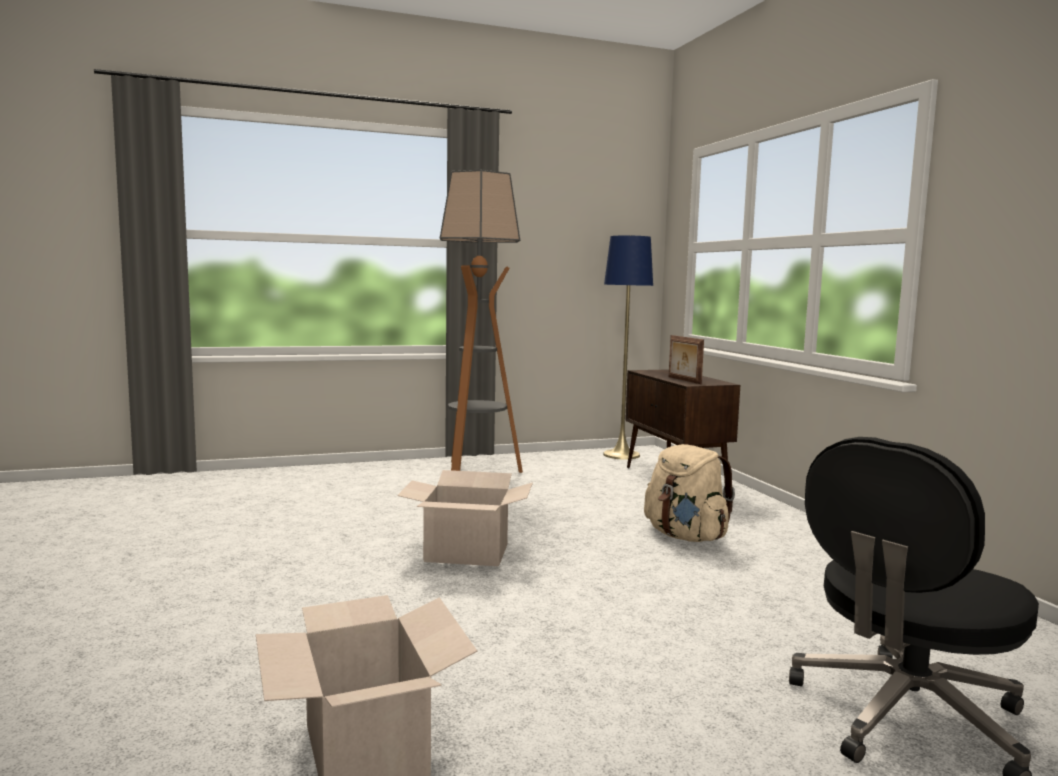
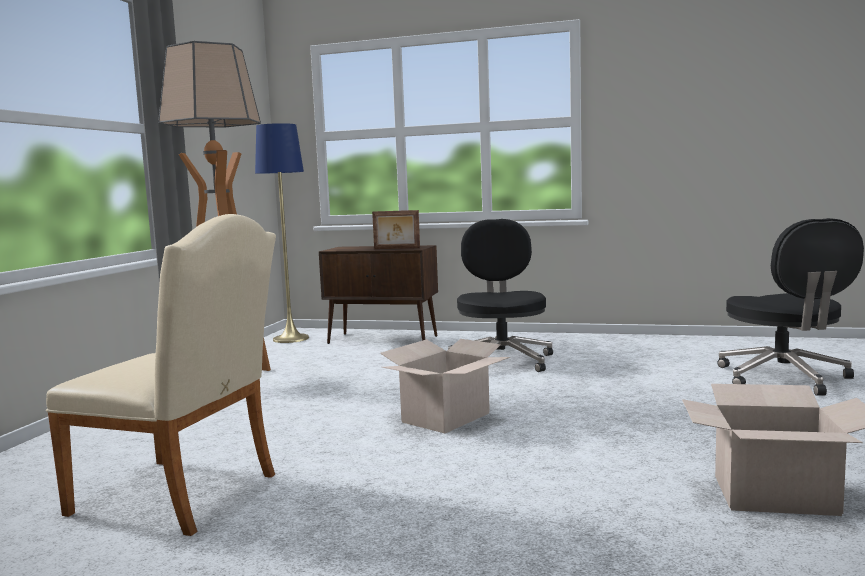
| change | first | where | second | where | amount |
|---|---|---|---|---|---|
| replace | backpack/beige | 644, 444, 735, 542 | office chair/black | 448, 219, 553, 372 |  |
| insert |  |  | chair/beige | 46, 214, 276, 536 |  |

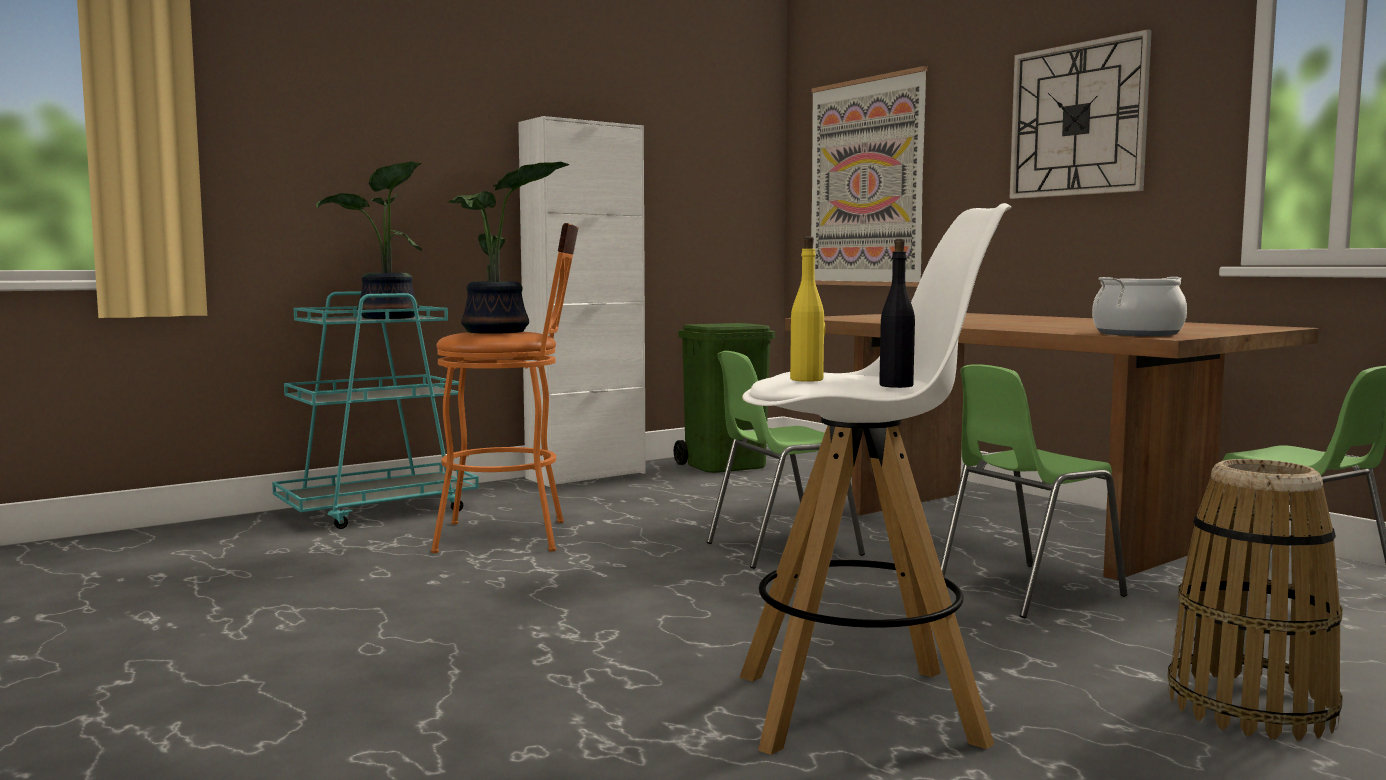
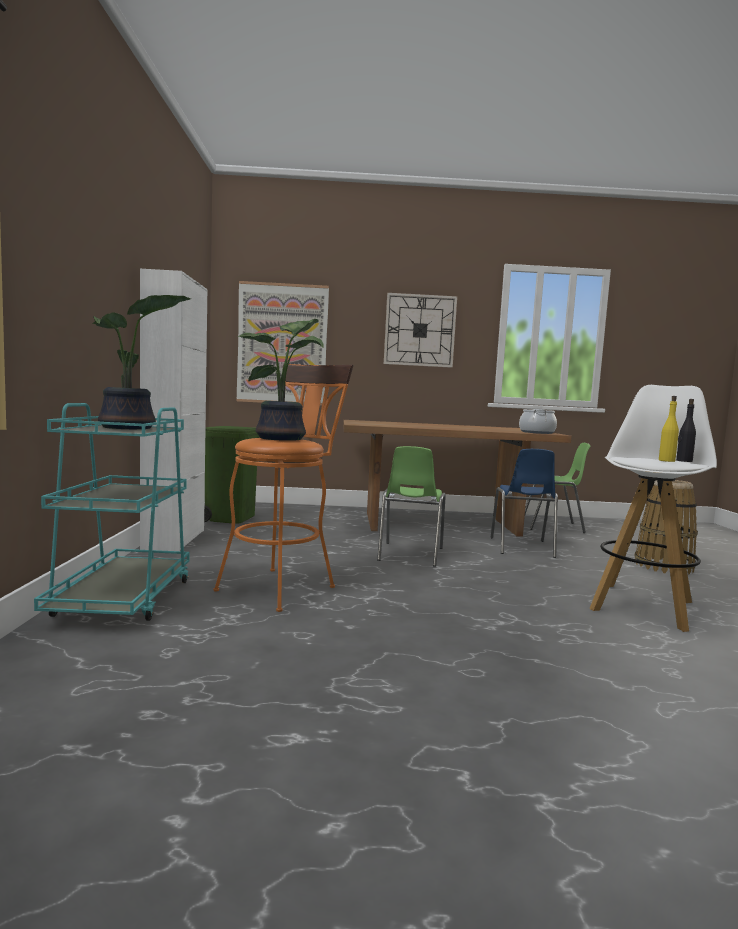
| change | first | where | second | where | amount |
|---|---|---|---|---|---|
| recolor | chair/green | 940, 364, 1127, 618 | chair/blue | 490, 449, 558, 558 |  |

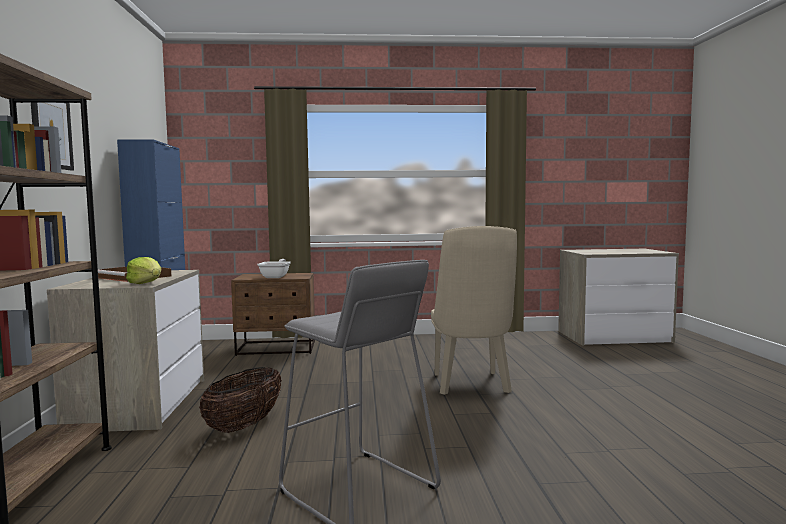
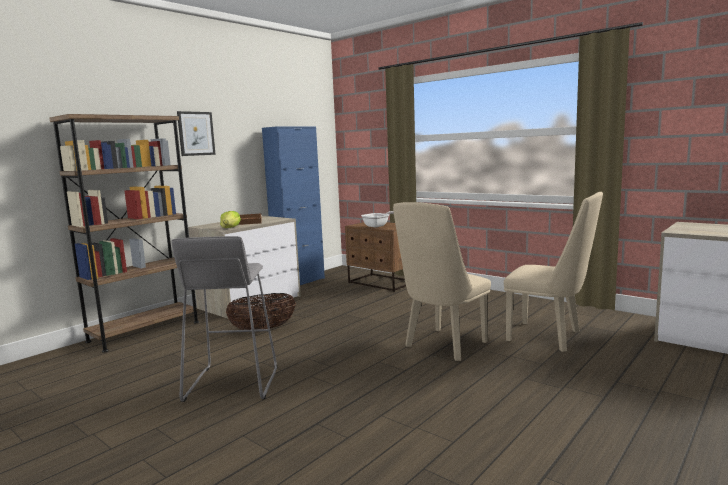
| change | first | where | second | where | amount |
|---|---|---|---|---|---|
| insert |  |  | chair/beige | 504, 192, 603, 352 |  |

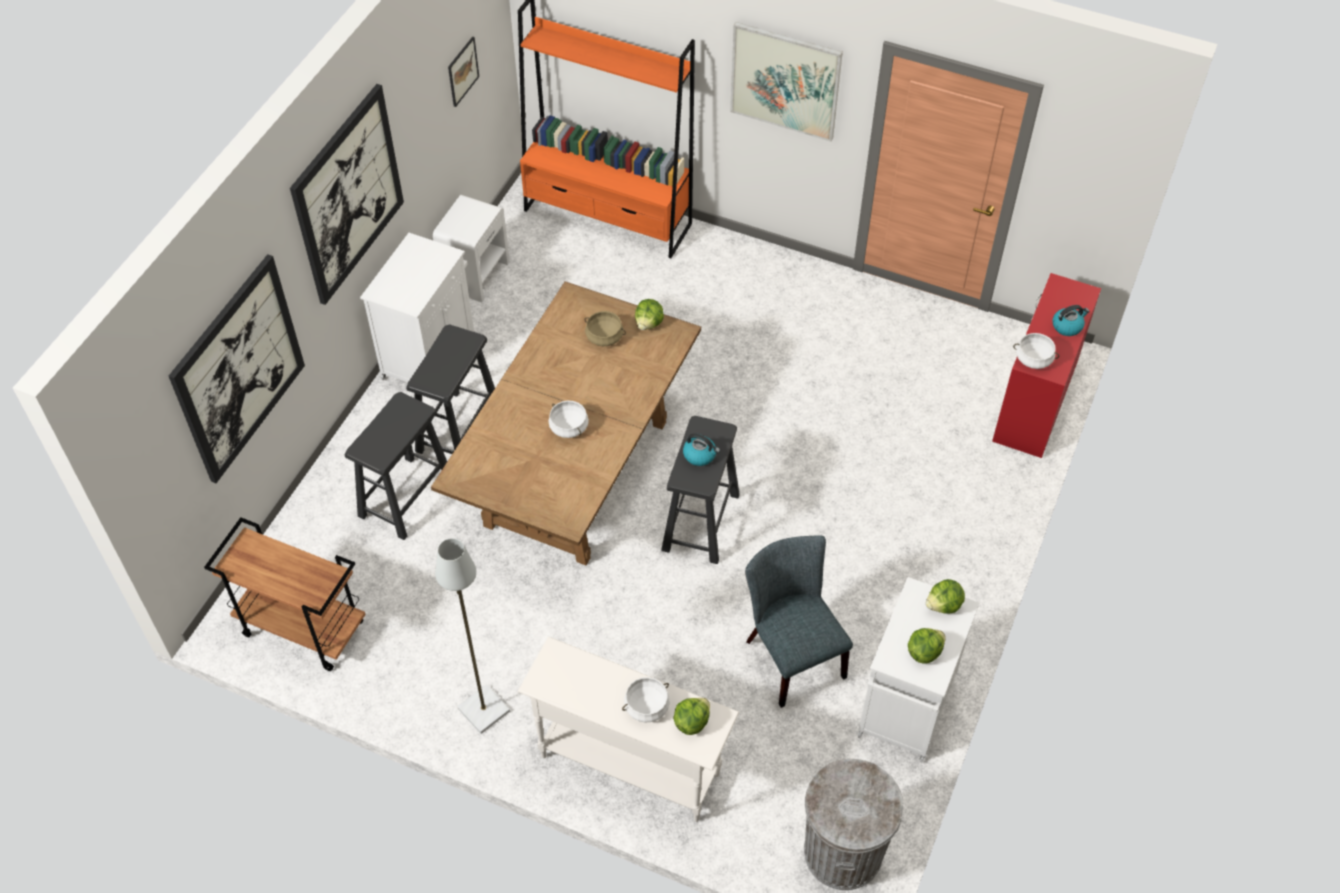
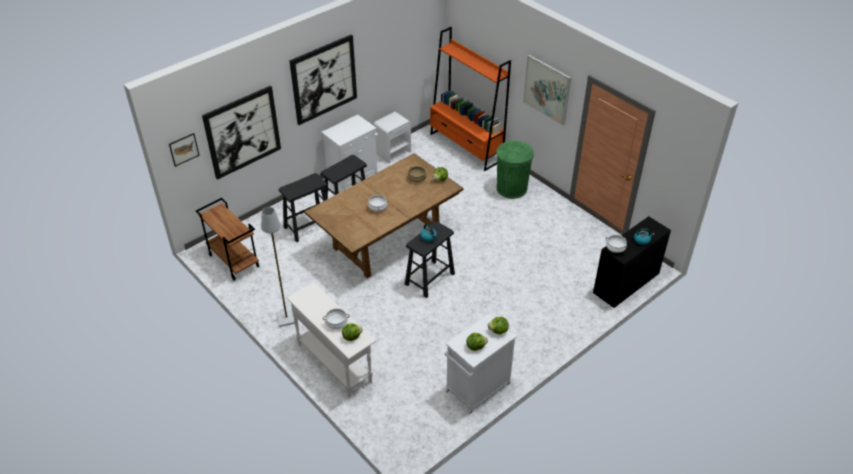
| change | first | where | second | where | amount |
|---|---|---|---|---|---|
| move | picture | 448, 37, 479, 107 |  | 169, 133, 200, 167 |  |
| recolor | desk/red | 992, 273, 1101, 458 | desk/black | 593, 216, 671, 308 |  |
| delete | chair/grey | 745, 535, 853, 708 |  |  |  |
| delete | trash can/grey | 804, 759, 903, 890 |  |  |  |
| insert |  |  | trash can/green | 496, 141, 534, 199 |  |

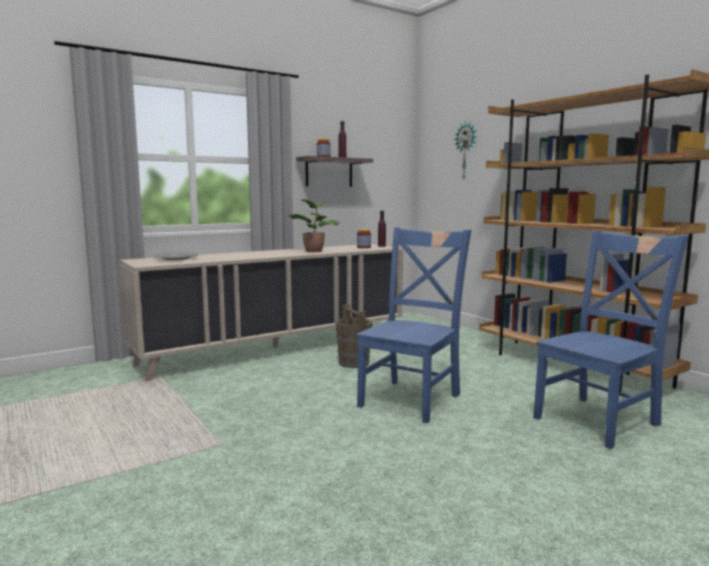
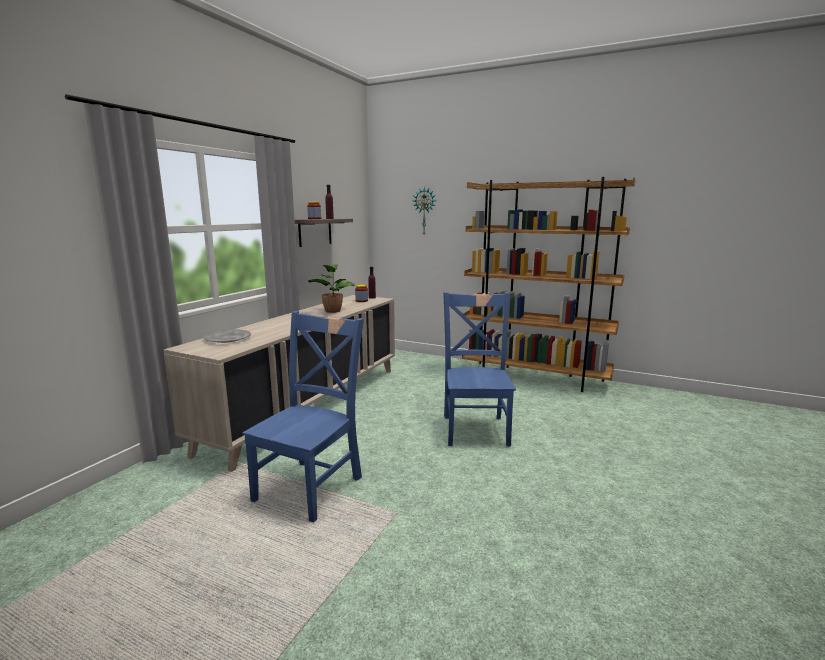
| change | first | where | second | where | amount |
|---|---|---|---|---|---|
| move | chair/blue | 533, 230, 689, 449 |  | 242, 311, 364, 523 |  |
| delete | bucket/brown | 336, 304, 372, 368 |  |  |  |

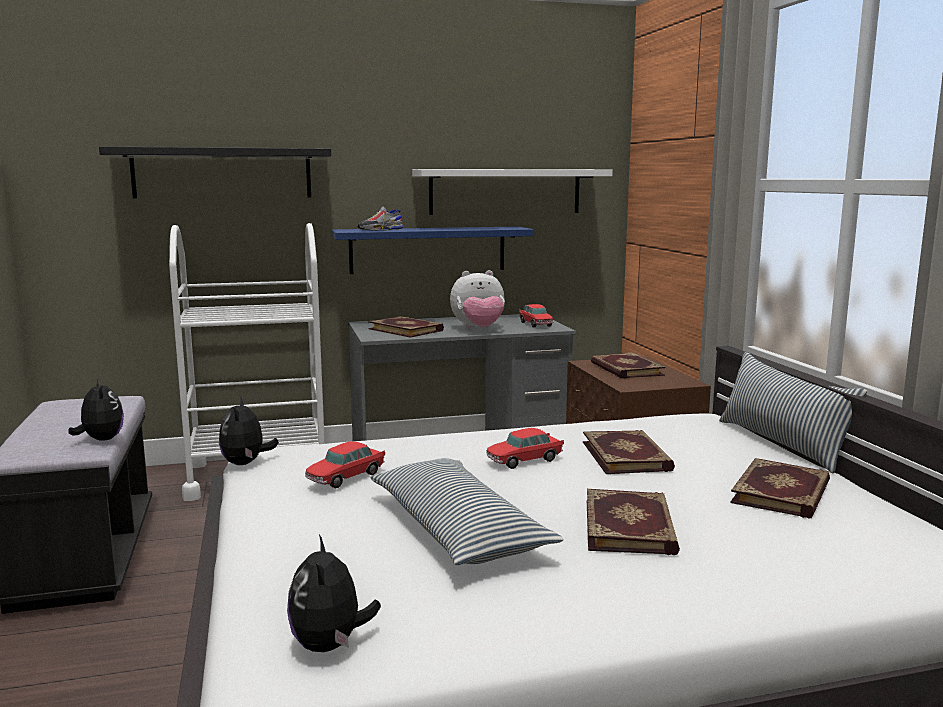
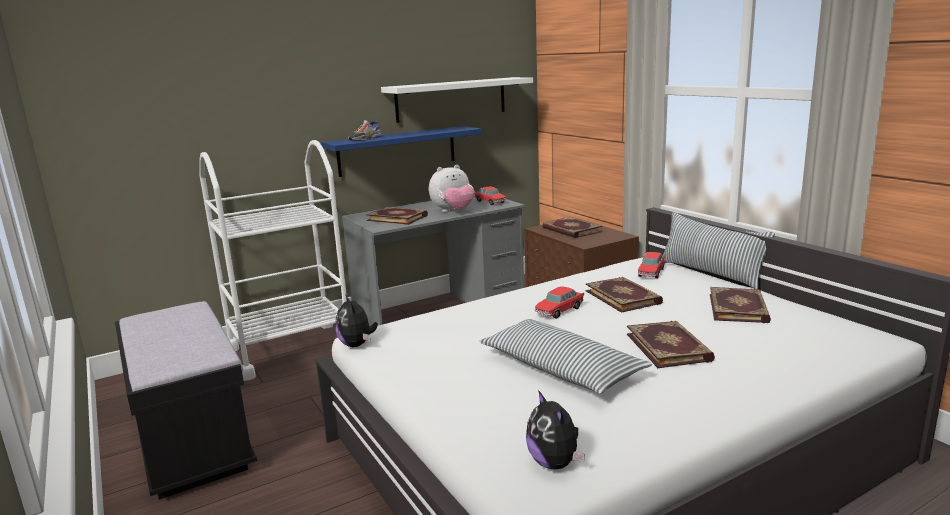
| change | first | where | second | where | amount |
|---|---|---|---|---|---|
| delete | shelf/black | 99, 146, 331, 199 |  |  |  |
| delete | plush toy | 68, 378, 124, 441 |  |  |  |
| move | toy car | 305, 441, 385, 488 |  | 638, 252, 665, 278 |  |

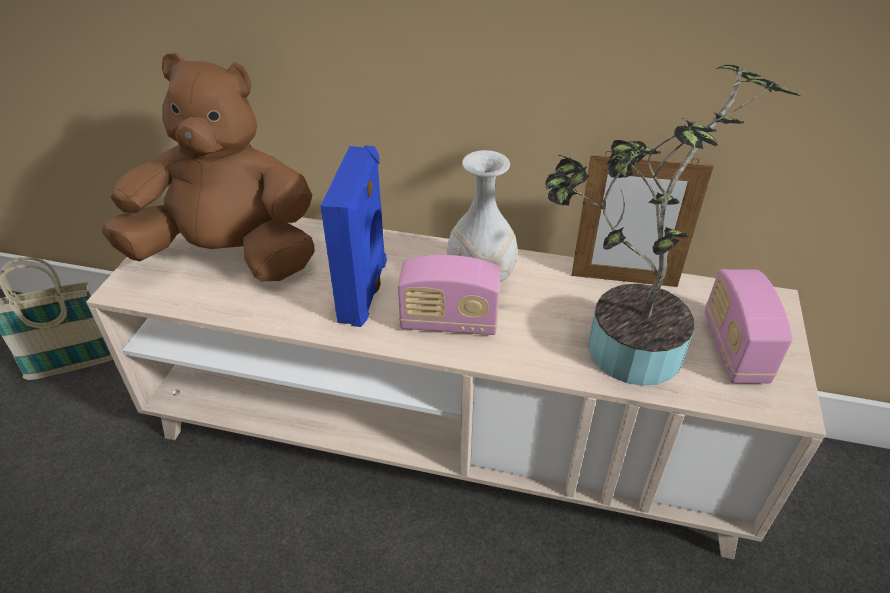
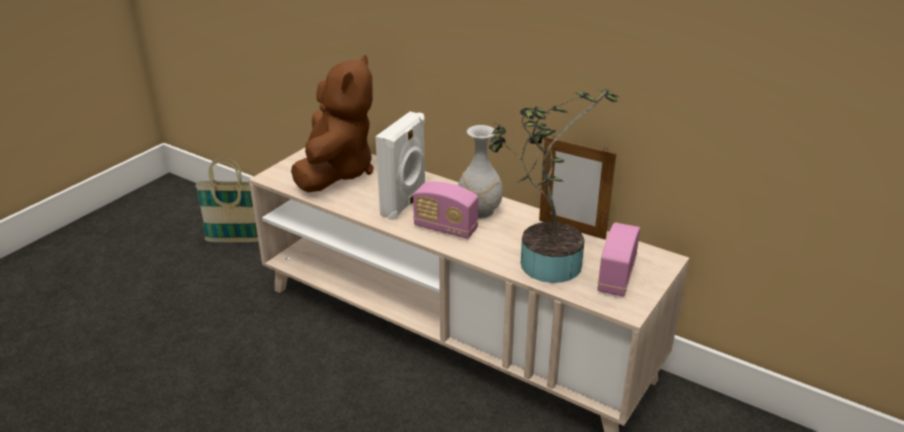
| change | first | where | second | where | amount |
|---|---|---|---|---|---|
| rotate | plush toy/brown | 102, 52, 315, 281 |  | 291, 55, 374, 192 | 75 degrees clockwise |
| recolor | speaker/blue | 321, 145, 387, 327 | speaker/white | 375, 112, 425, 220 |  |

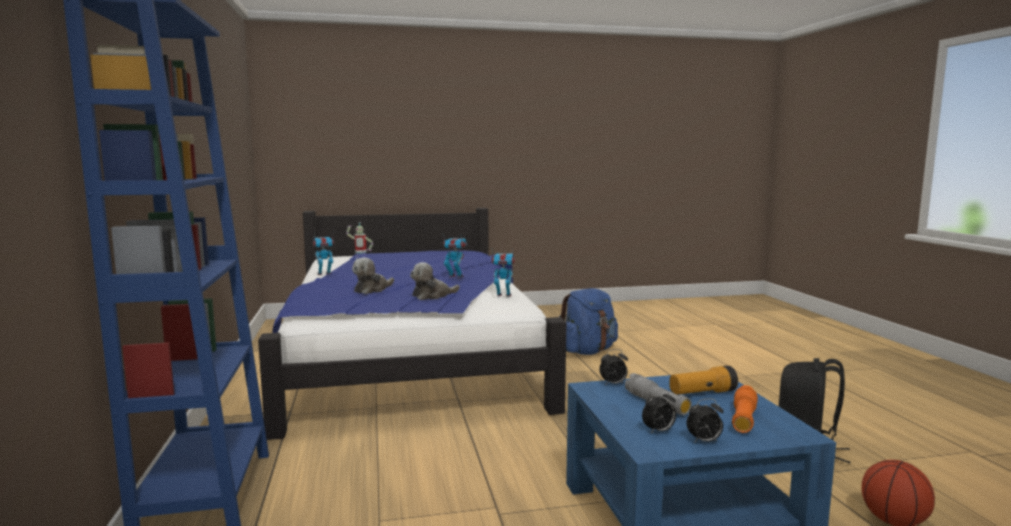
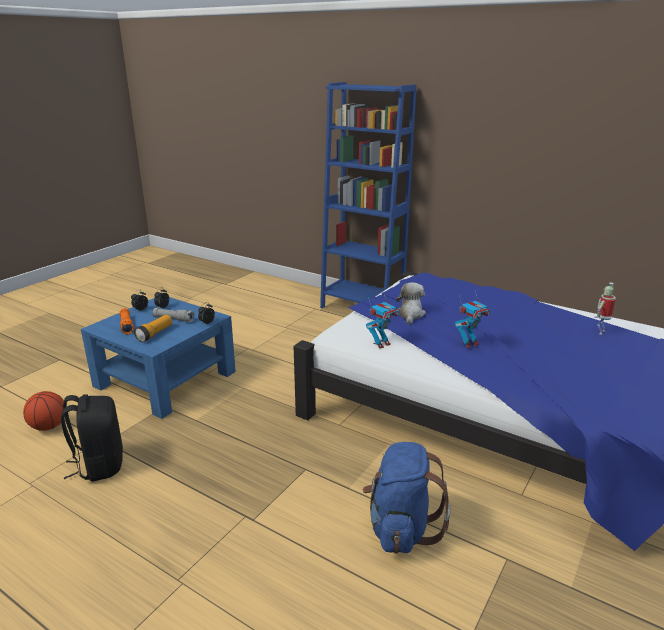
| change | first | where | second | where | amount |
|---|---|---|---|---|---|
| delete | toy robot | 313, 232, 334, 275 |  |  |  |
| delete | plush toy | 352, 258, 394, 294 |  |  |  |

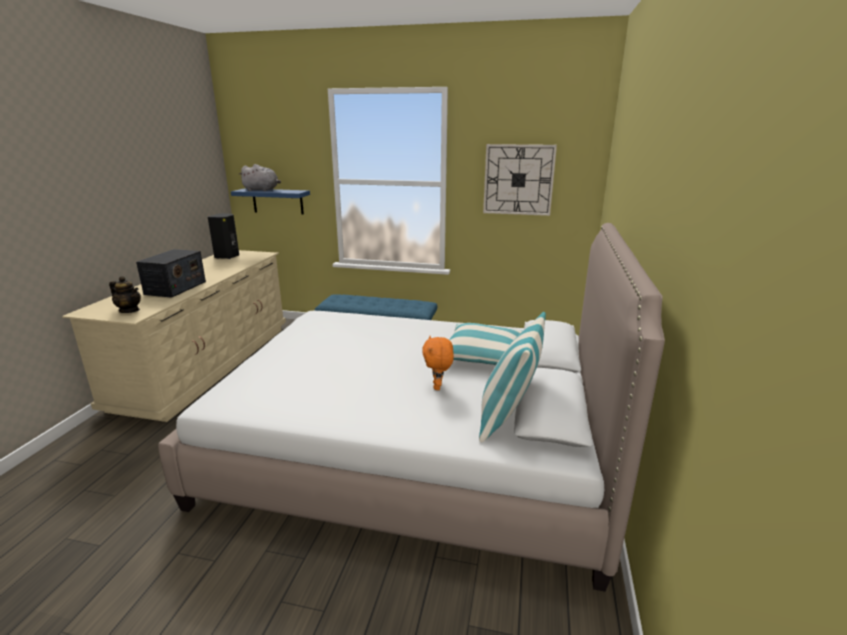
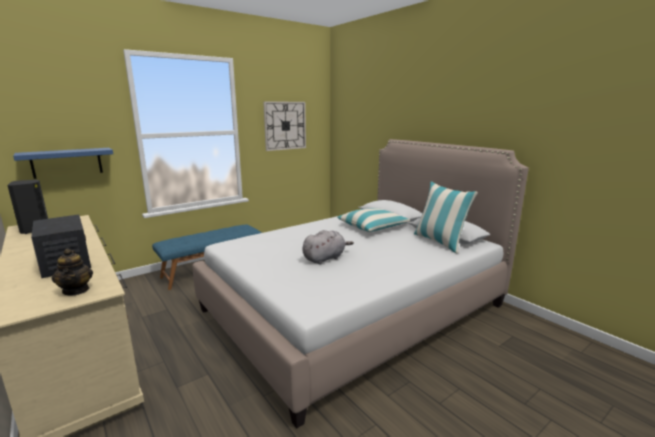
| change | first | where | second | where | amount |
|---|---|---|---|---|---|
| move | plush toy/grey | 239, 164, 281, 191 |  | 302, 230, 354, 265 |  |
| rotate | teapot | 109, 276, 141, 313 |  | 52, 249, 93, 296 | 90 degrees clockwise |
| delete | plush toy/orange | 422, 336, 454, 390 |  |  |  |

